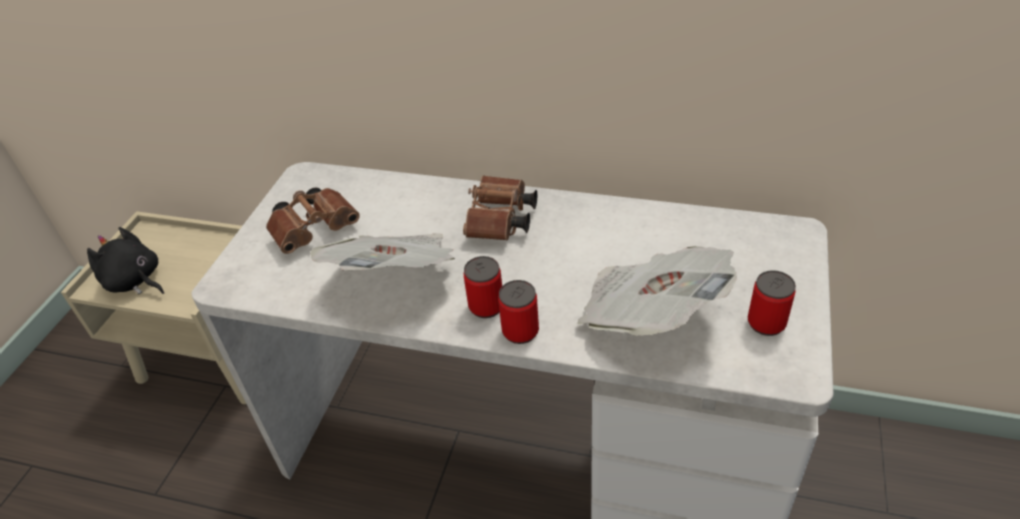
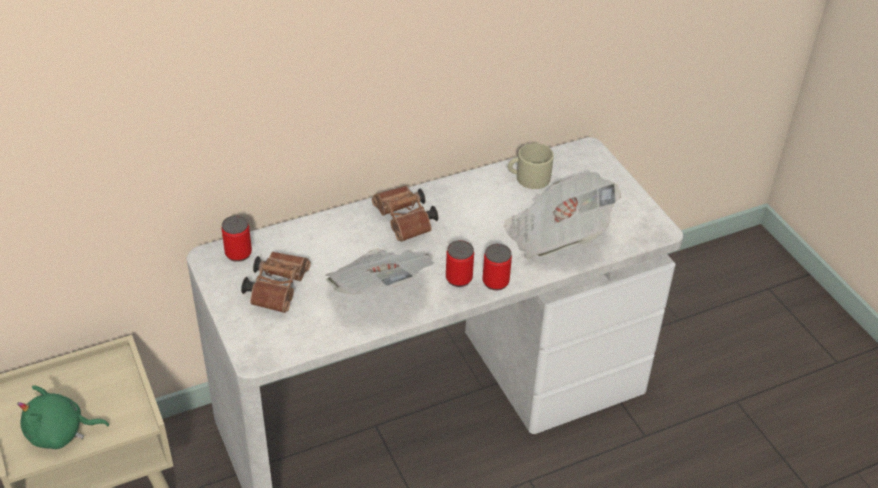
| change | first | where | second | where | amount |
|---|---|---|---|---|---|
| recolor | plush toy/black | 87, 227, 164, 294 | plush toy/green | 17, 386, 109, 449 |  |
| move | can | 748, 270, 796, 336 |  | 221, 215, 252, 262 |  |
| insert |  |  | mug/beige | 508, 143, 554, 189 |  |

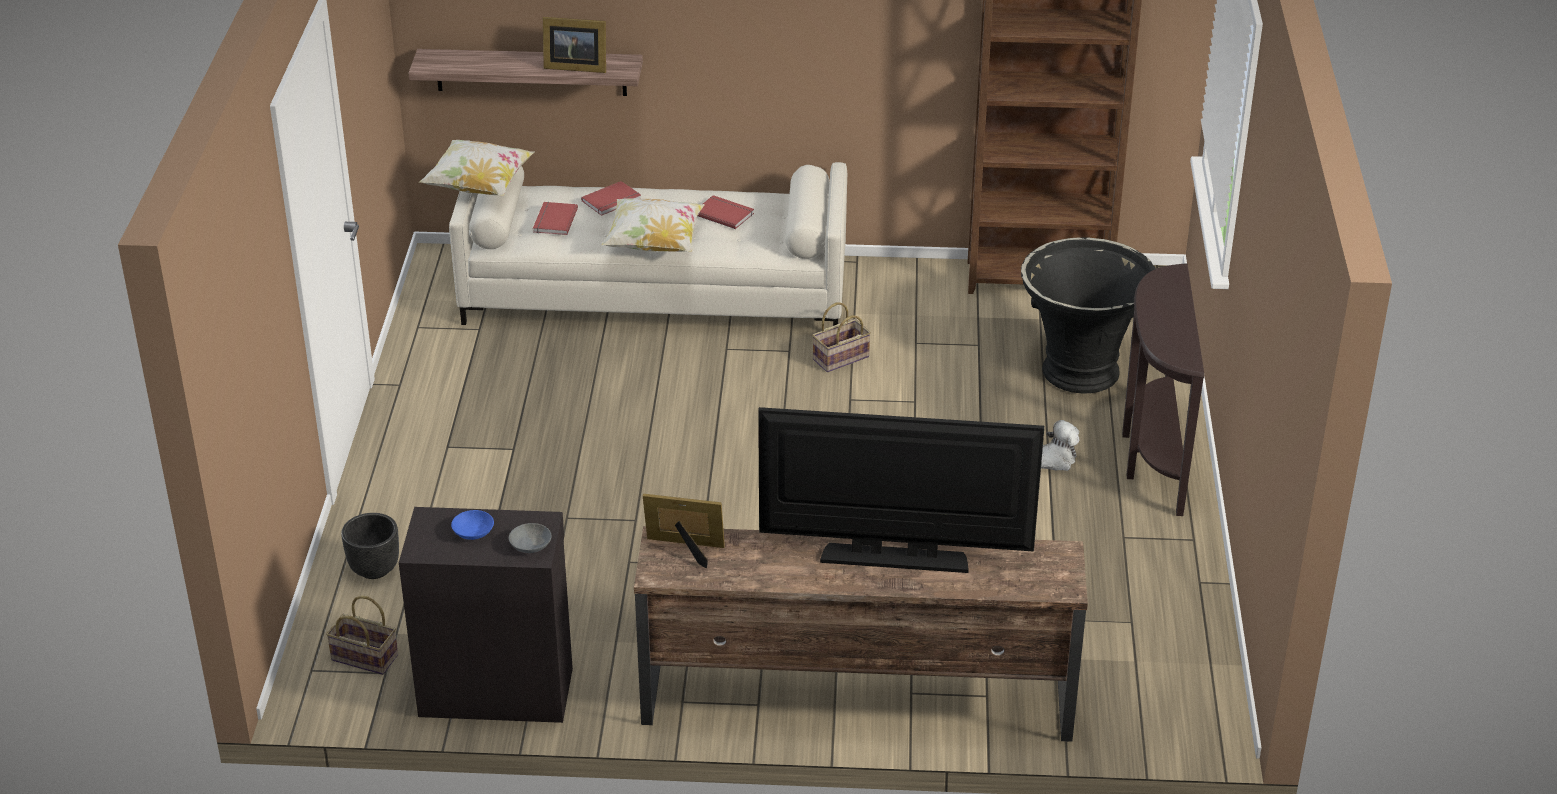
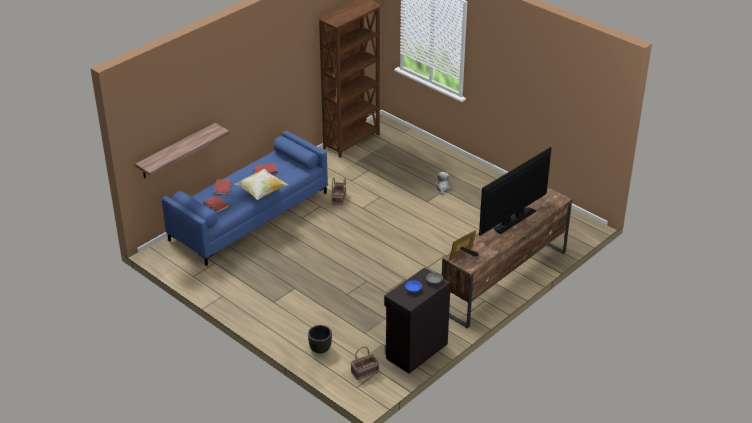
| change | first | where | second | where | amount |
|---|---|---|---|---|---|
| delete | picture frame | 543, 17, 606, 73 |  |  |  |
| delete | pillow | 419, 140, 535, 196 |  |  |  |
| recolor | sofa/beige | 449, 162, 847, 326 | sofa/blue | 162, 131, 328, 266 |  |
| delete | planter/black | 1021, 237, 1156, 394 |  |  |  |
| delete | console table/brown | 1122, 264, 1204, 516 |  |  |  |

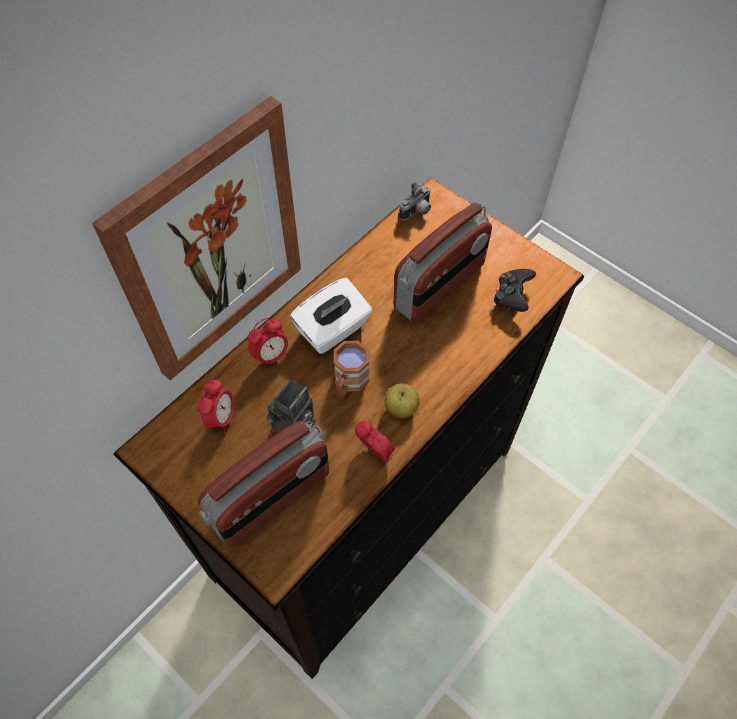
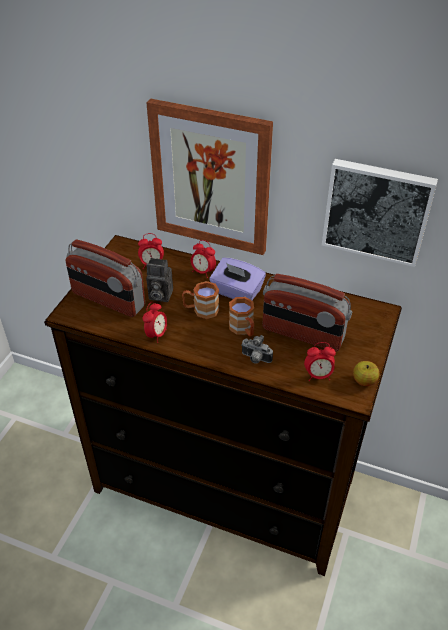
| change | first | where | second | where | amount |
|---|---|---|---|---|---|
| move | photo camera | 399, 182, 431, 221 |  | 241, 335, 273, 364 |  |
| replace | game controller/black | 494, 269, 536, 312 | alarm clock | 304, 342, 336, 381 |  |
| recolor | tissue box/white | 290, 277, 372, 354 | tissue box/purple | 210, 258, 266, 300 |  |
| move | apple | 384, 384, 420, 418 |  | 353, 361, 379, 386 |  |
| insert |  |  | picture | 322, 159, 438, 267 |  |
| insert |  |  | mug/brown | 229, 297, 254, 337 |  |

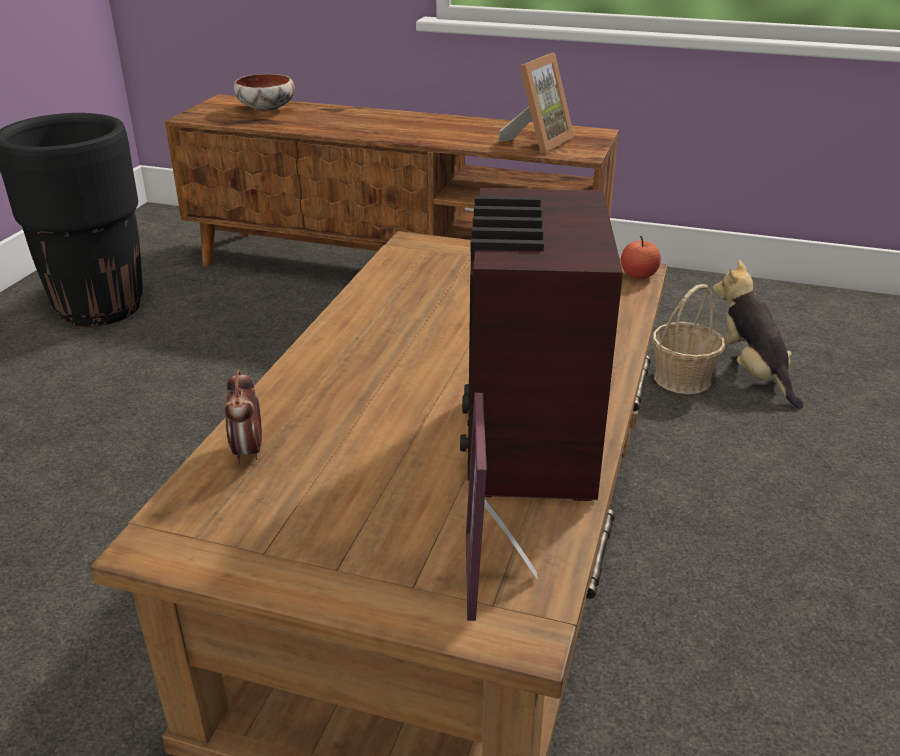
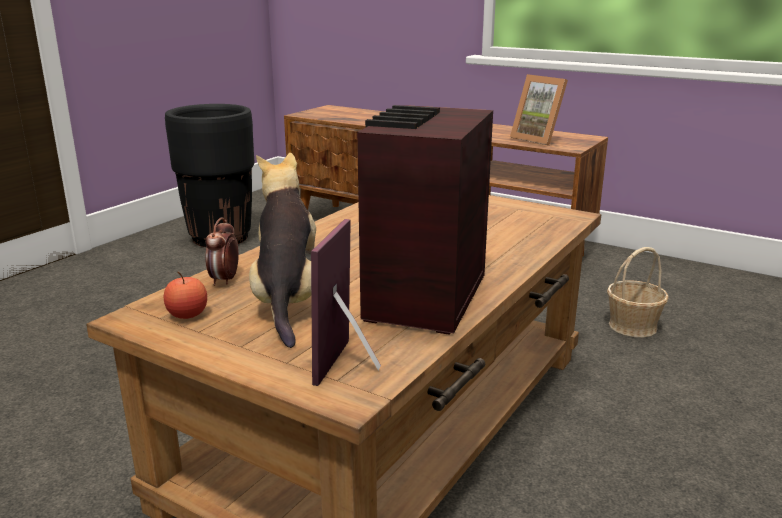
| change | first | where | second | where | amount |
|---|---|---|---|---|---|
| rotate | picture frame | 498, 52, 574, 153 |  | 510, 74, 568, 146 | 90 degrees clockwise |
| delete | bowl | 234, 74, 295, 112 |  |  |  |
| move | apple | 621, 236, 661, 279 |  | 164, 271, 207, 319 |  |
| move | plush toy | 713, 260, 803, 409 |  | 249, 153, 316, 348 |  |

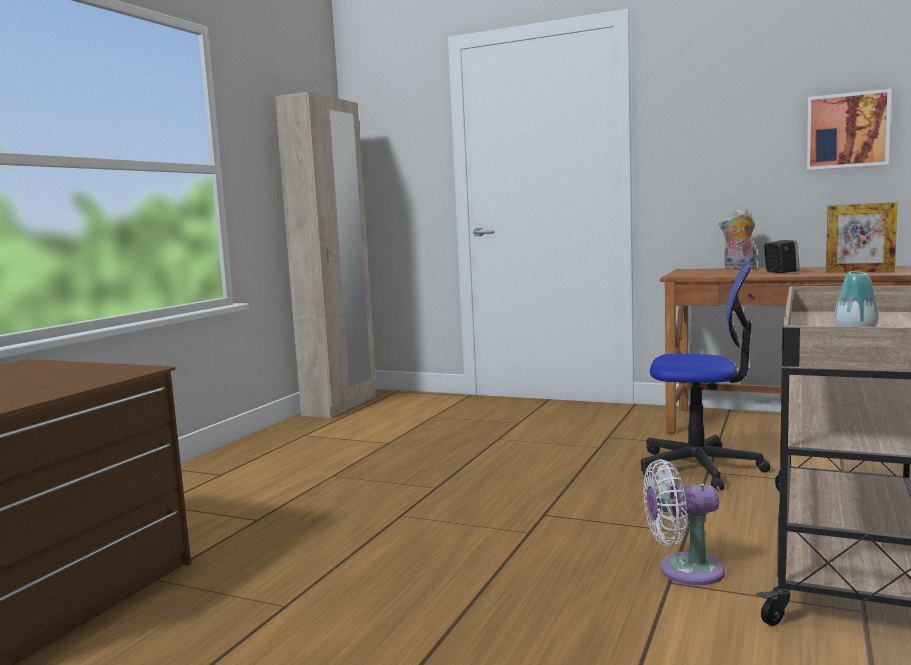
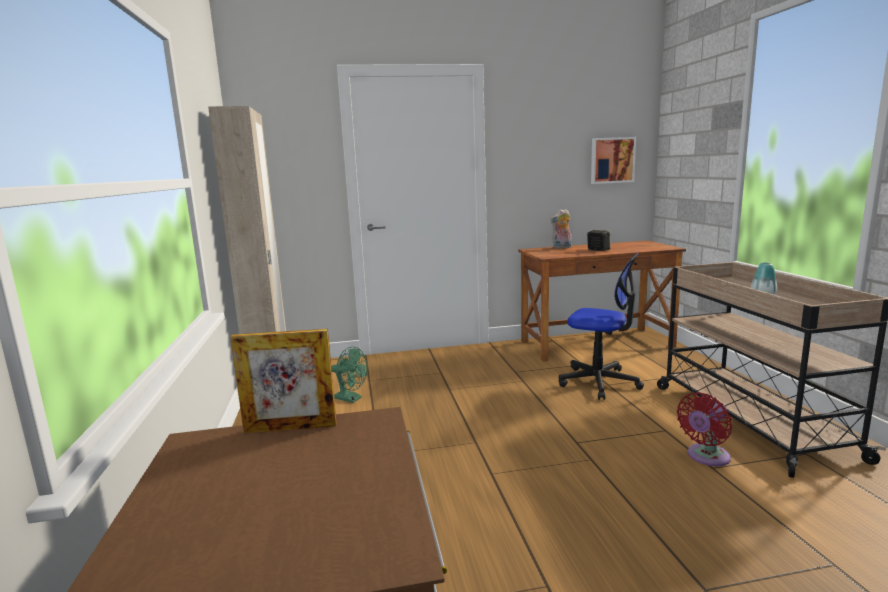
| change | first | where | second | where | amount |
|---|---|---|---|---|---|
| move | picture frame | 826, 202, 898, 273 |  | 230, 329, 337, 433 |  |
| rotate | office chair | 641, 263, 770, 490 |  | 559, 253, 644, 400 | 45 degrees clockwise |
| recolor | fan/white | 643, 459, 725, 585 | fan/red | 677, 392, 732, 466 |  |
| insert |  |  | fan/green | 331, 347, 368, 403 |  |

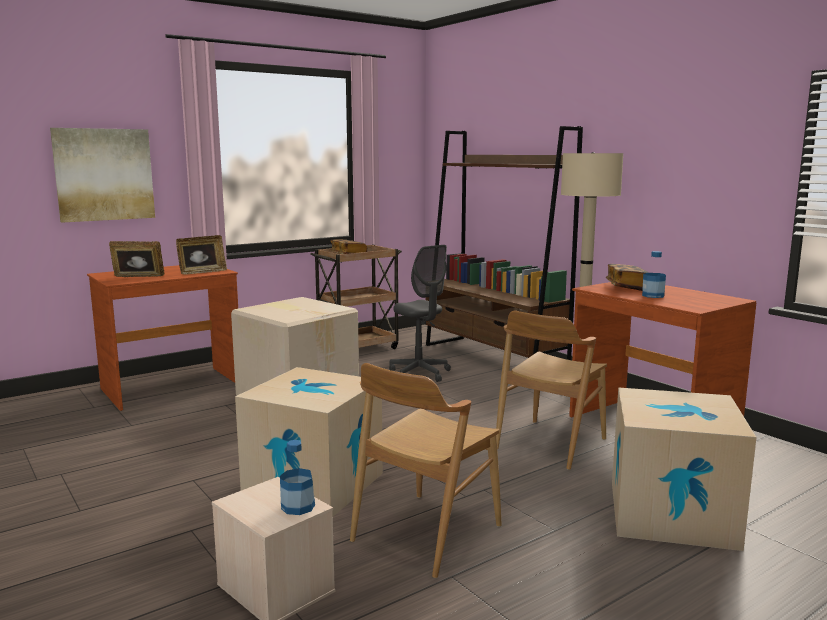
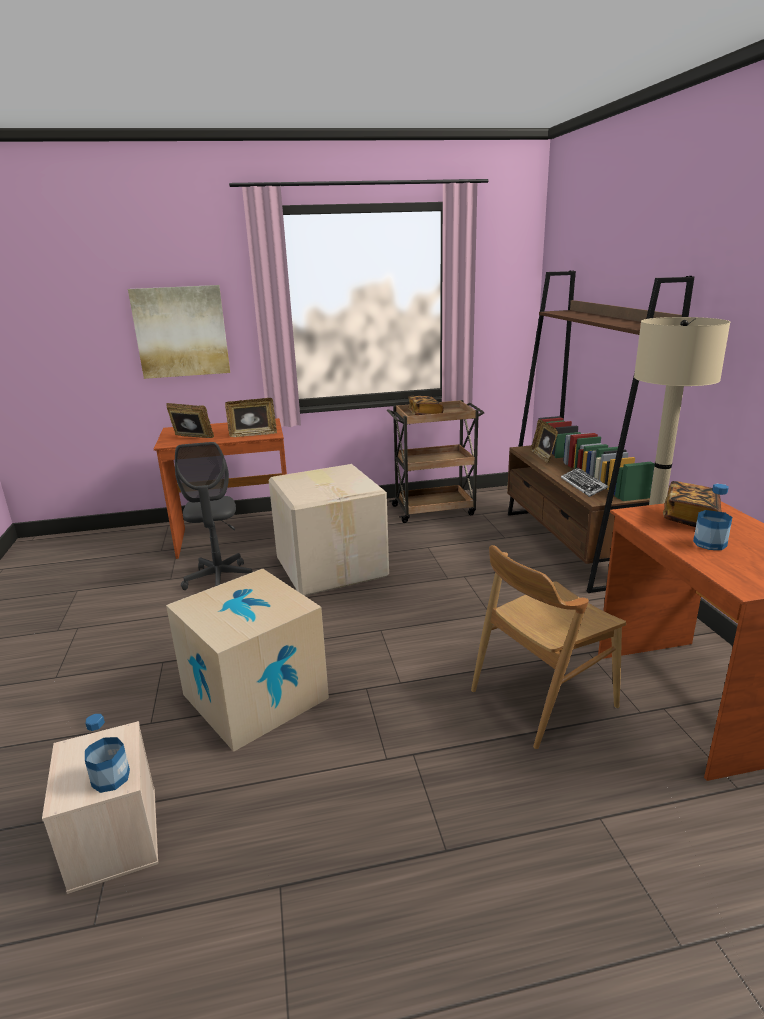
| change | first | where | second | where | amount |
|---|---|---|---|---|---|
| move | office chair/grey | 389, 245, 451, 382 |  | 175, 442, 252, 590 |  |
| delete | chair/brown | 350, 363, 502, 578 |  |  |  |
| delete | cardboard box | 612, 387, 757, 551 |  |  |  |
| insert |  |  | picture frame | 530, 419, 558, 463 |  |
| insert |  |  | keyboard | 561, 467, 608, 497 |  |

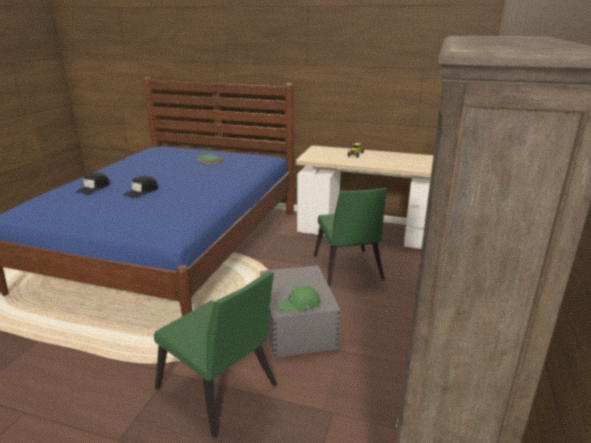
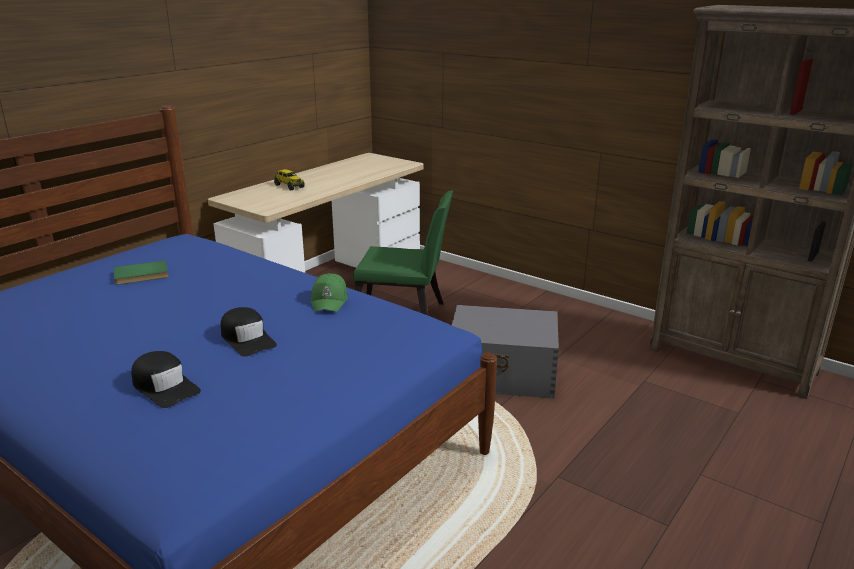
| change | first | where | second | where | amount |
|---|---|---|---|---|---|
| delete | chair/green | 154, 271, 278, 438 |  |  |  |
| move | cap/green | 278, 286, 321, 312 |  | 311, 273, 348, 312 |  |

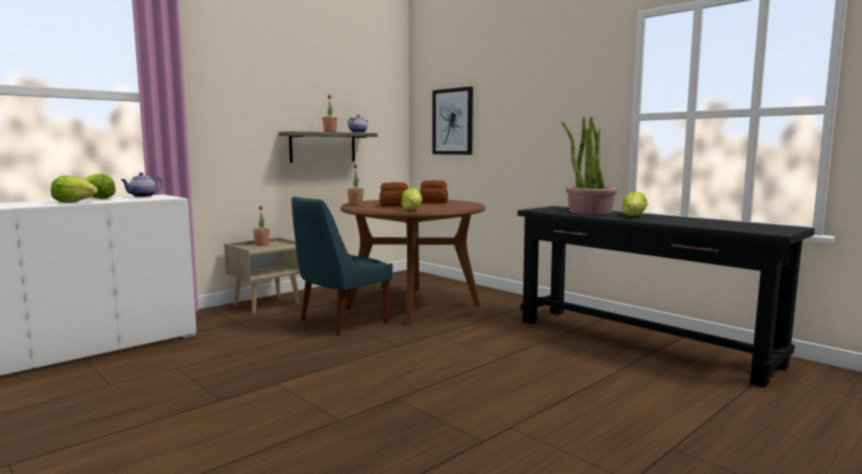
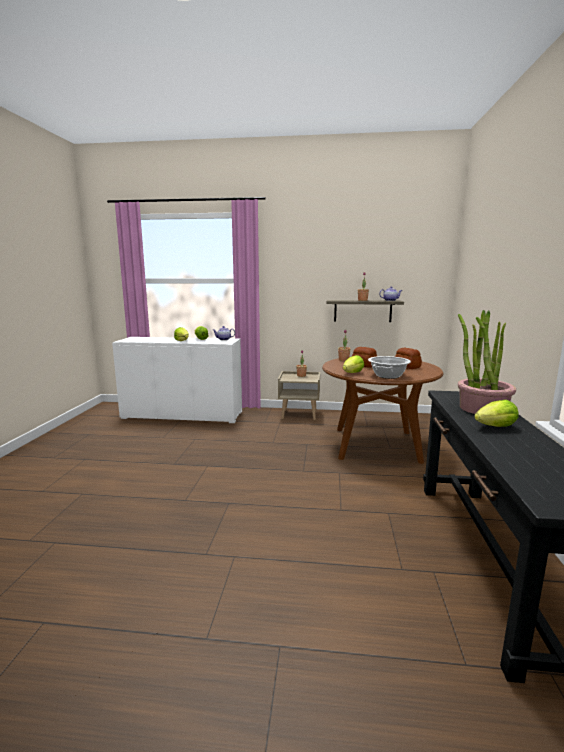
| change | first | where | second | where | amount |
|---|---|---|---|---|---|
| delete | picture | 432, 86, 473, 155 |  |  |  |
| delete | chair/blue | 291, 196, 393, 336 |  |  |  |
| insert |  |  | cooking pot | 368, 356, 411, 379 |  |

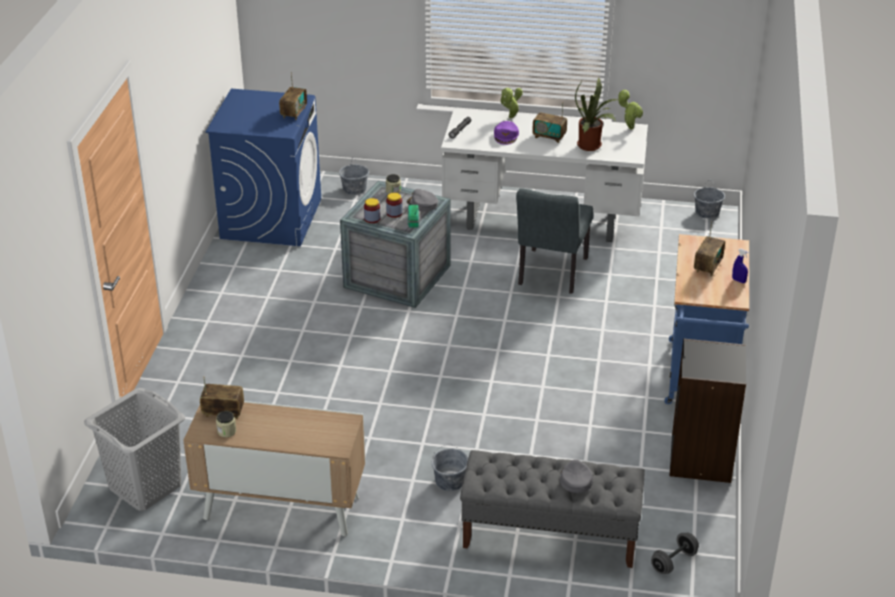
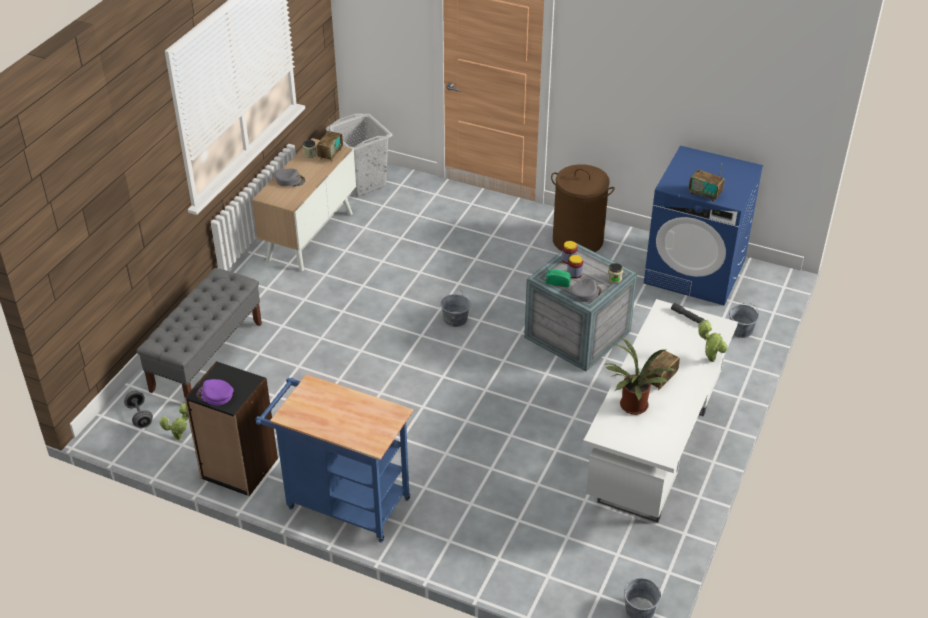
| change | first | where | second | where | amount |
|---|---|---|---|---|---|
| move | potted plant | 618, 90, 643, 129 |  | 159, 403, 189, 440 |  |
| move | cap/purple | 494, 121, 519, 145 |  | 197, 379, 234, 406 |  |
| delete | chair/grey | 516, 188, 593, 294 |  |  |  |
| delete | radio | 694, 221, 725, 276 |  |  |  |
| delete | spray bottle/blue | 732, 249, 749, 283 |  |  |  |
| move | bucket/grey | 432, 444, 468, 491 |  | 440, 290, 471, 327 |  |
| move | cap/grey | 560, 459, 593, 493 |  | 274, 168, 306, 187 |  |
| insert |  |  | laundry basket/brown | 551, 164, 615, 252 |  |

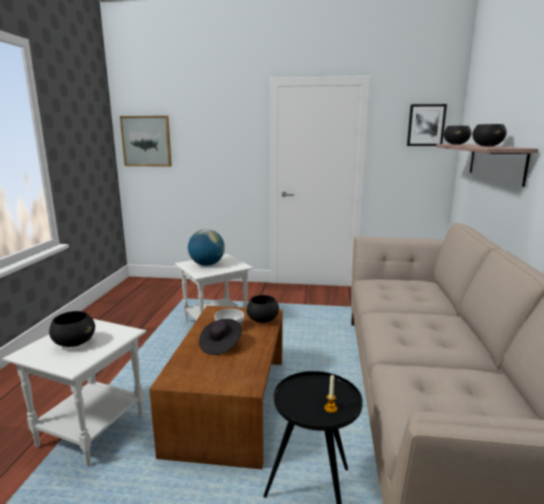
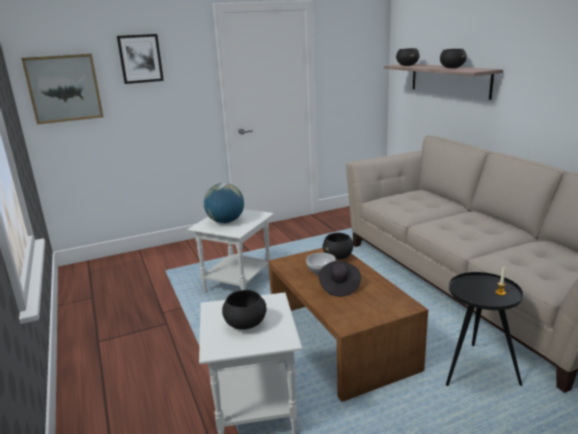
| change | first | where | second | where | amount |
|---|---|---|---|---|---|
| move | picture | 407, 104, 447, 146 |  | 117, 34, 164, 84 |  |

